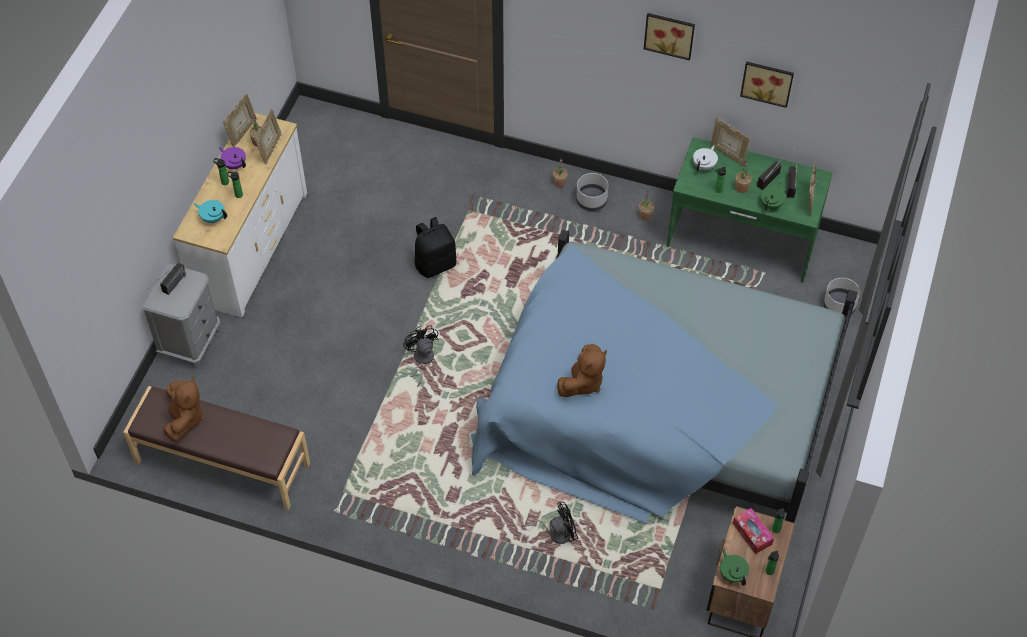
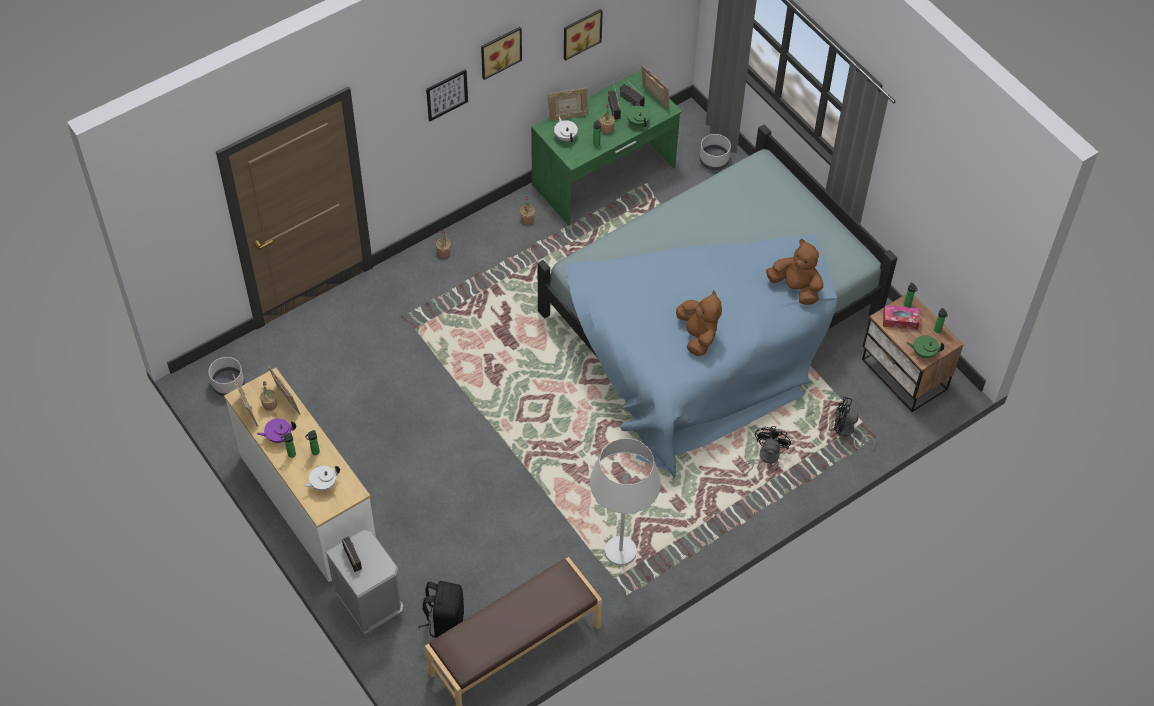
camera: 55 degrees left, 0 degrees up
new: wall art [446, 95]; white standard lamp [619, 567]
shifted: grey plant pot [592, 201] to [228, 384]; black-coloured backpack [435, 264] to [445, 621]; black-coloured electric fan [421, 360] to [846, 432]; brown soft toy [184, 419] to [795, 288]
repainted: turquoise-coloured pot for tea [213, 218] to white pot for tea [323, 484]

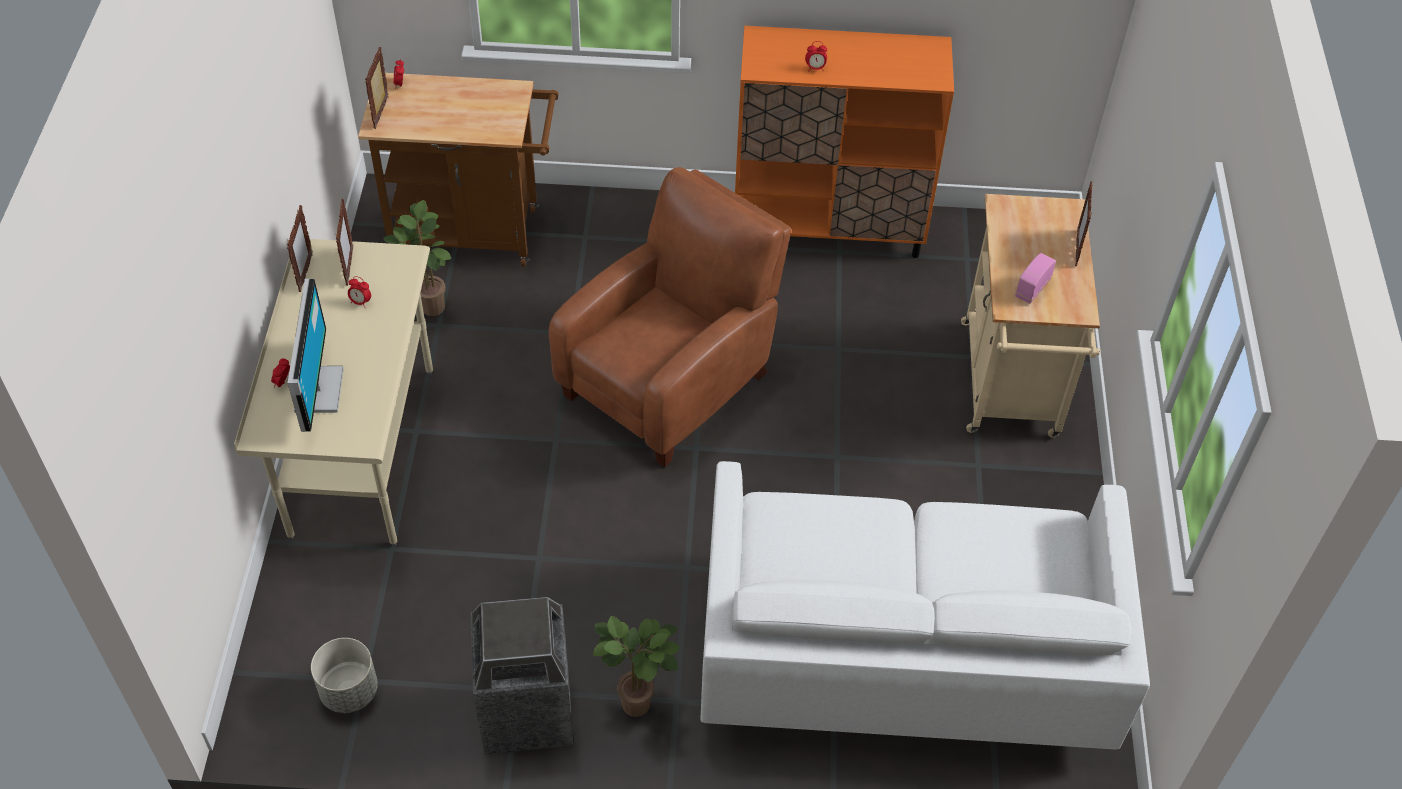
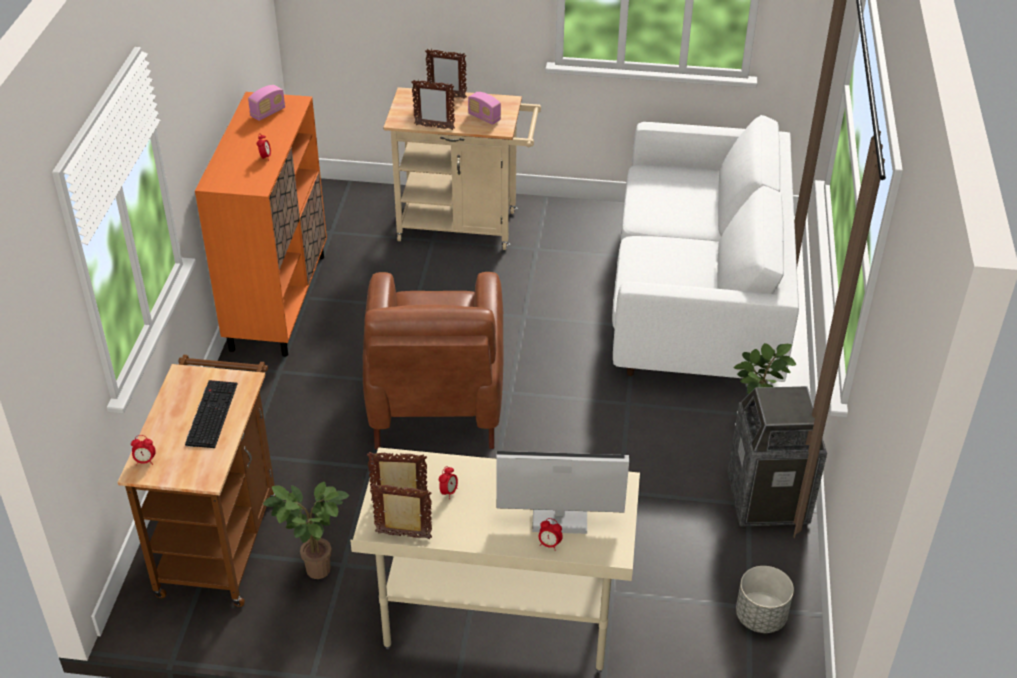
camera: 85 degrees left, 10 degrees down
new: radio [268, 113]; keyboard [210, 413]
shifted: picture frame [382, 112] to [434, 127]
rotated: brown easy chair [671, 380] = [435, 404] 135 degrees counterclockwise

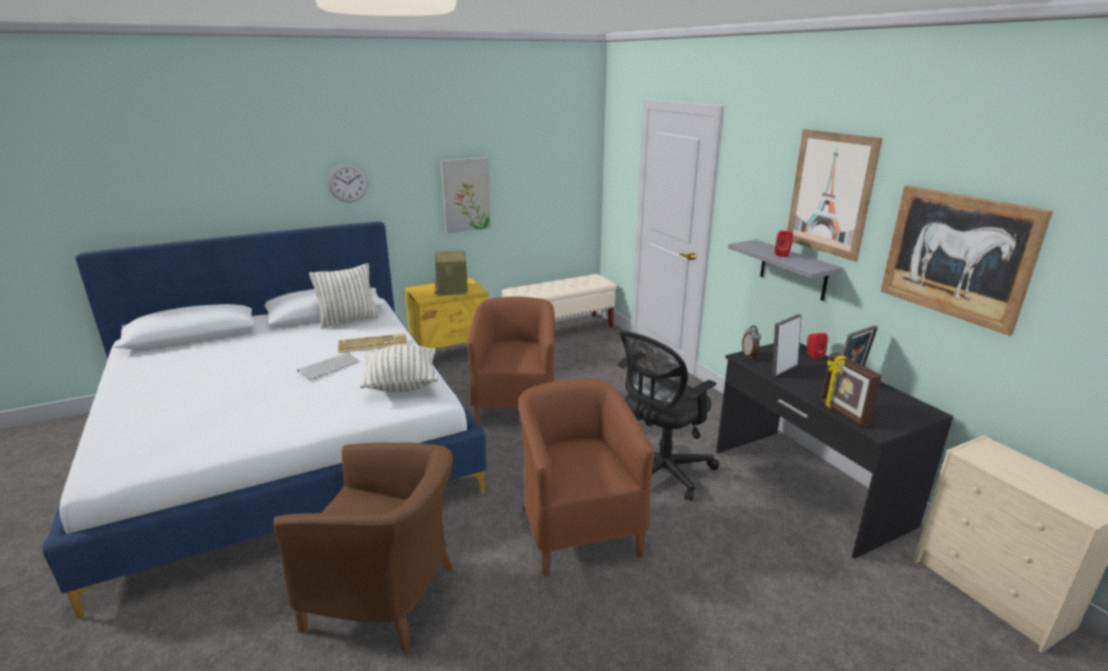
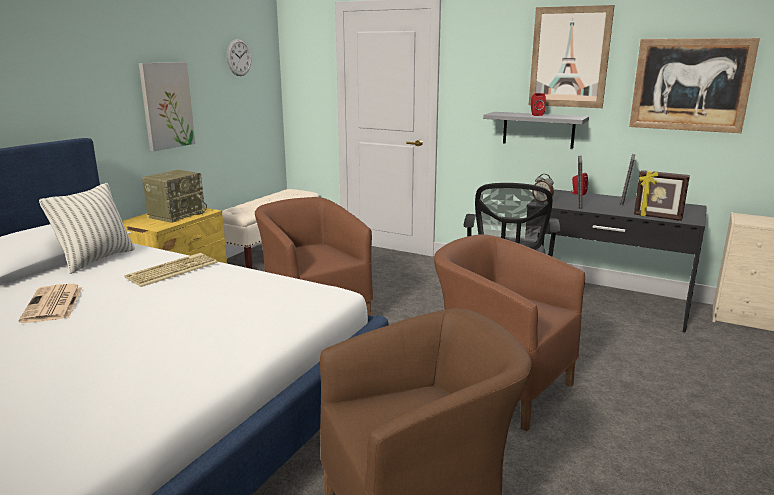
camera: 35 degrees left, 5 degrees down
gone: throw pillow [402, 385]; keyboard [329, 366]
new: printed paper [53, 304]
shifted: wall clock [348, 183] to [239, 57]
rotated: radio [452, 289] = [177, 215] 105 degrees counterclockwise

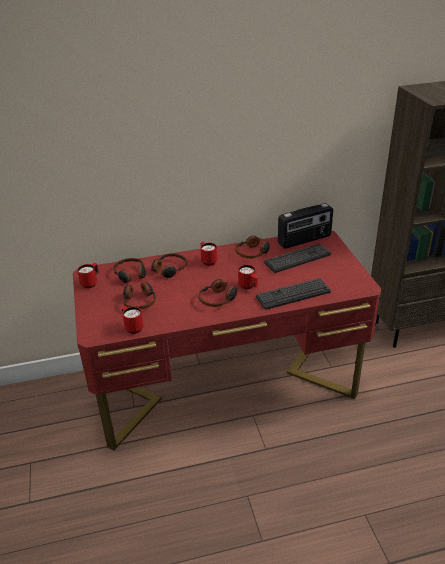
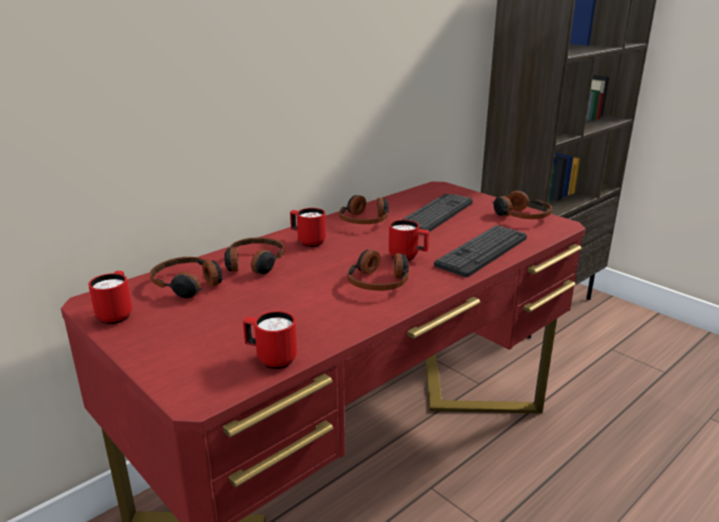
camera: 30 degrees left, 10 degrees down
gone: radio [304, 240]
shifted: headset [139, 301] to [520, 215]

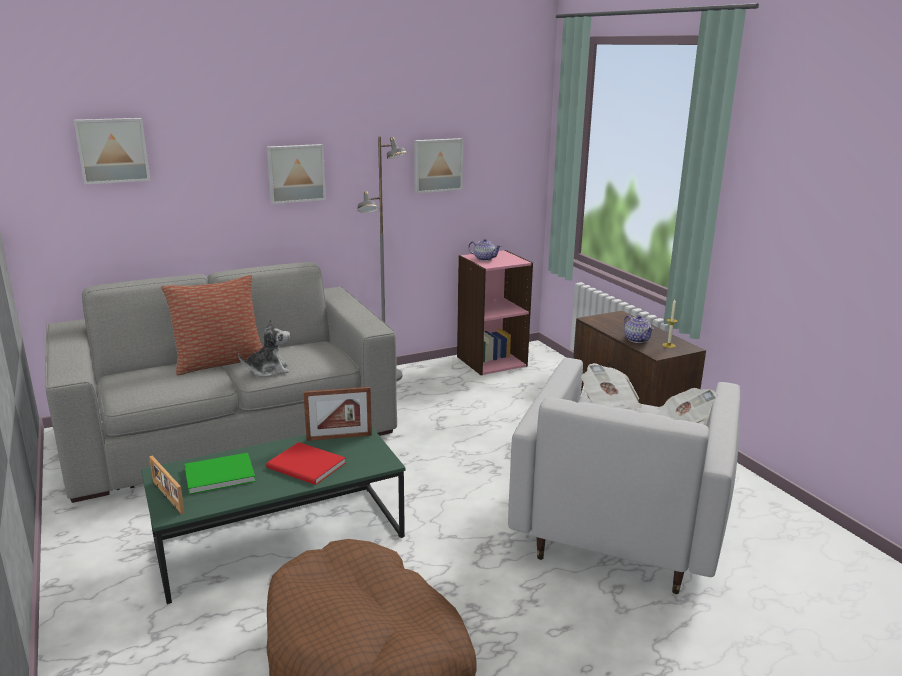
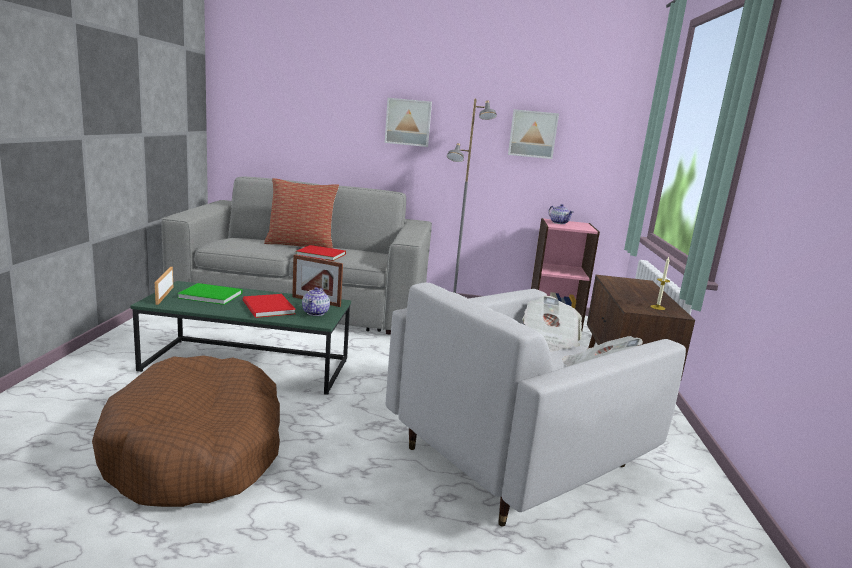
camera: 30 degrees right, 5 degrees down
gone: wall art [112, 150]
shifted: pot for tea [637, 339] to [316, 312]
swapped: soft toy [268, 370] to reddish book [320, 254]

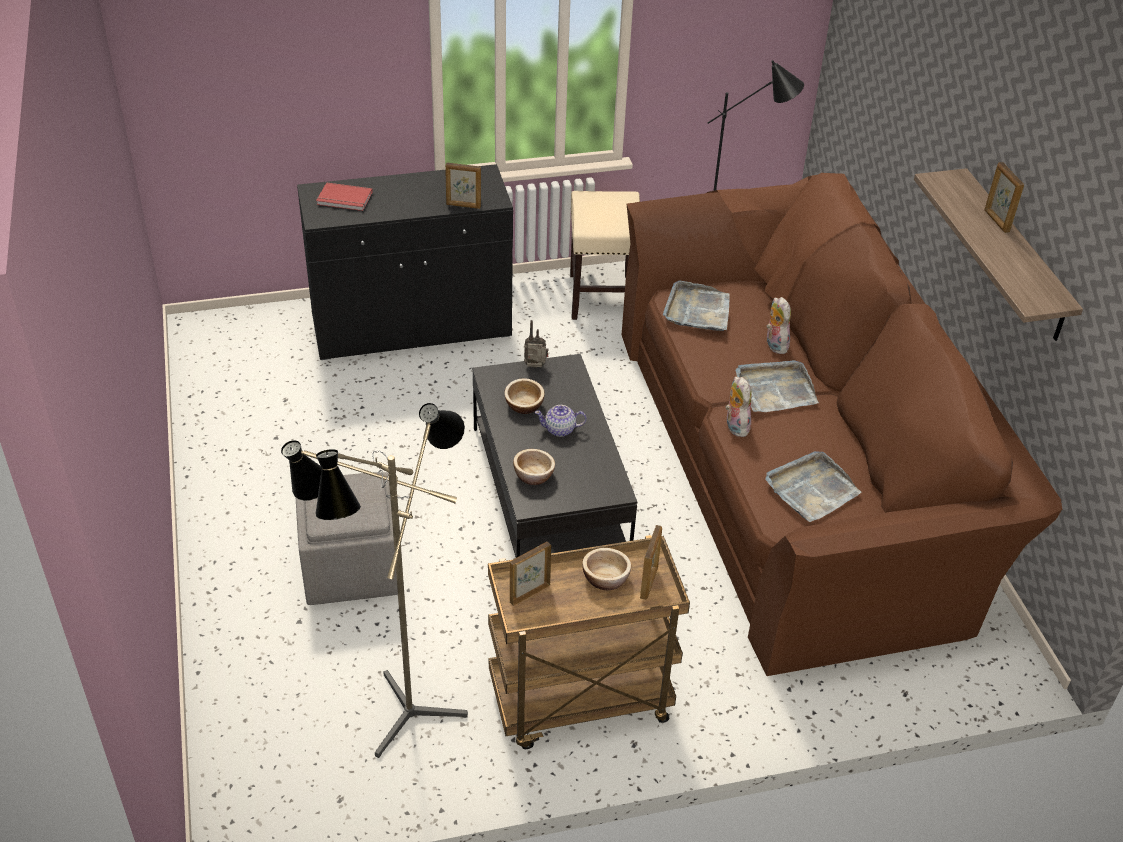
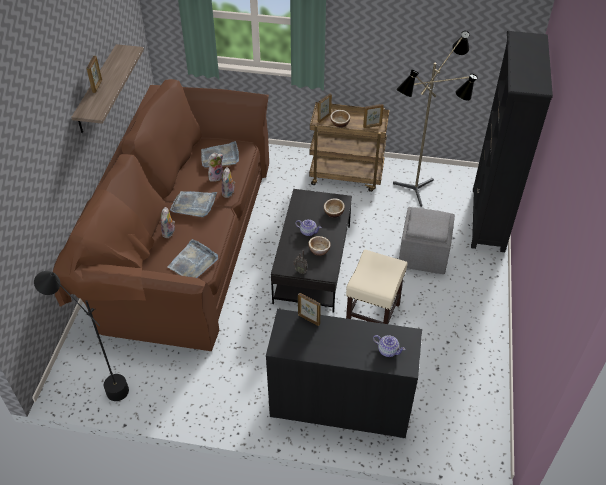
camera: 155 degrees left, 5 degrees up
new: black-coloured shelving unit [488, 220]; soft toy [216, 176]
shifted: sand-coloured sitting stool [601, 296] to [372, 317]
swapped: reddish book [344, 199] to pot for tea [387, 350]

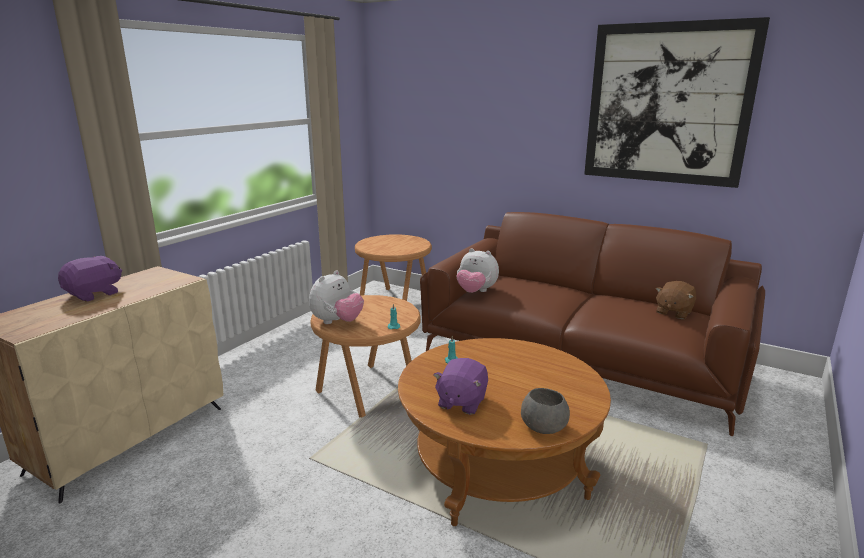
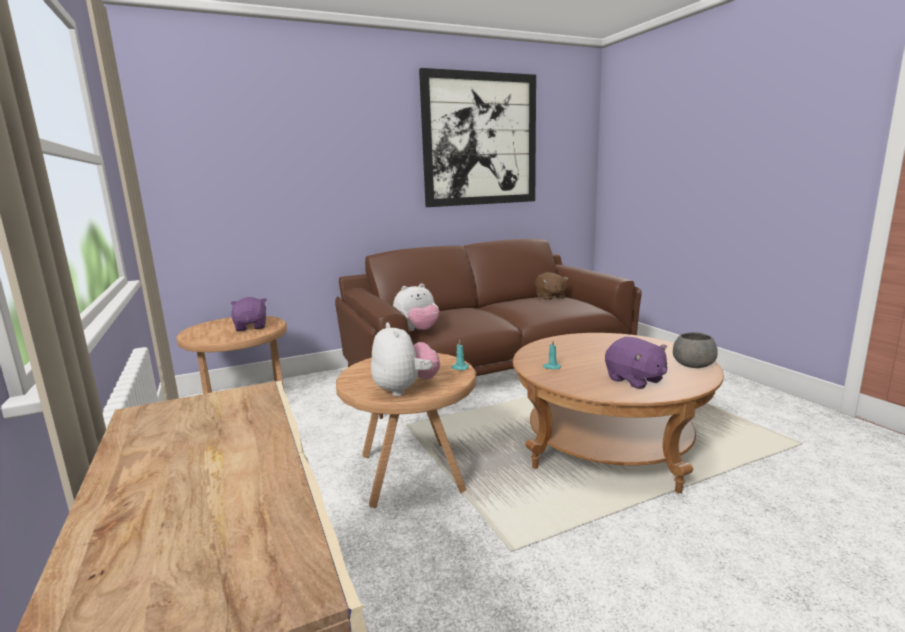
camera: 55 degrees left, 5 degrees down
shifted: purplish soft toy [94, 294] to [251, 327]

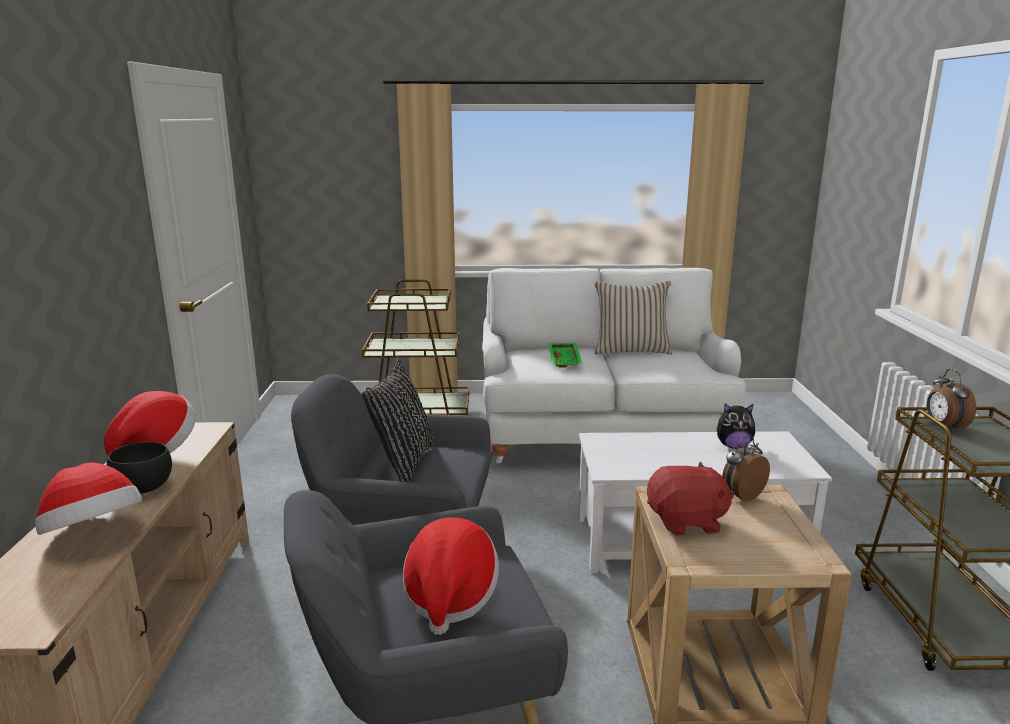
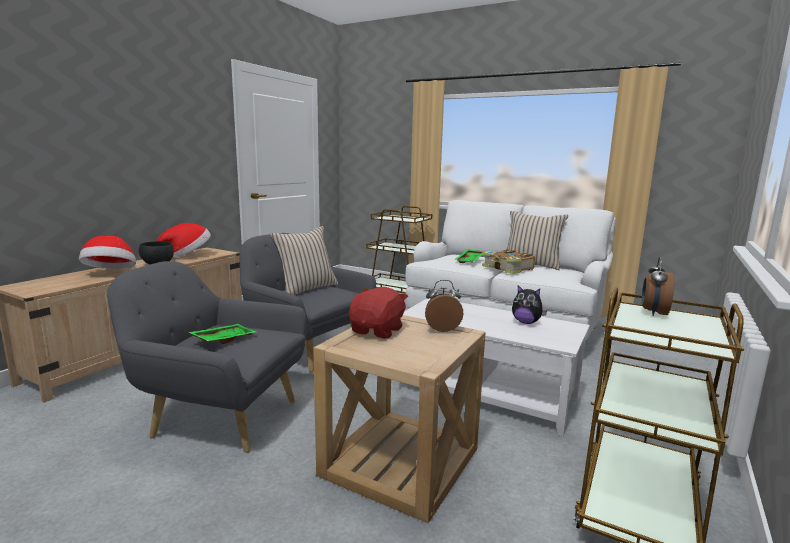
camera: 30 degrees right, 5 degrees down
new: book [507, 268]
swapped: wearable hat [450, 597] to greenish tray [223, 339]
repainted: black-coloured throw pillow [403, 463] to sand-coloured throw pillow [306, 289]
rotated: reddish soft toy [686, 522] = [378, 331] 90 degrees counterclockwise

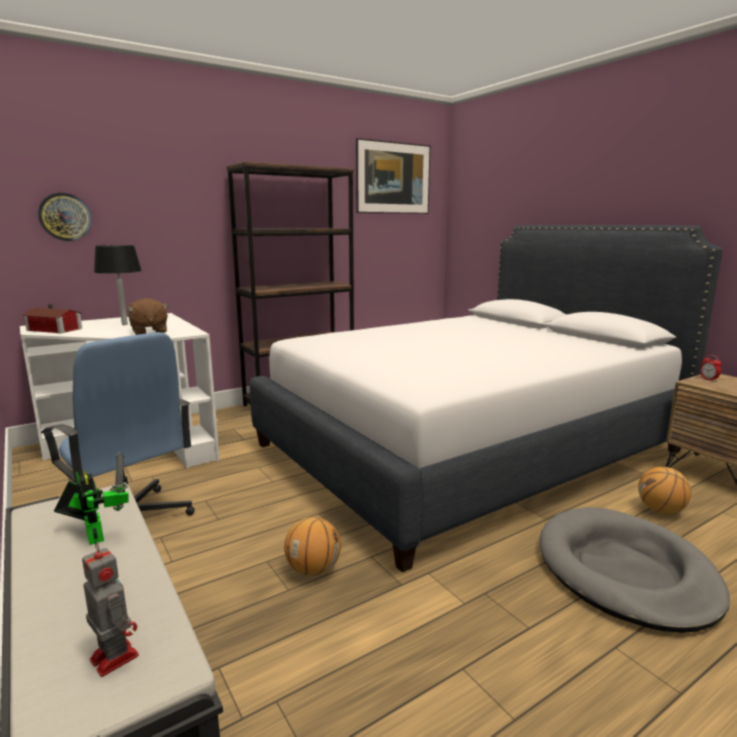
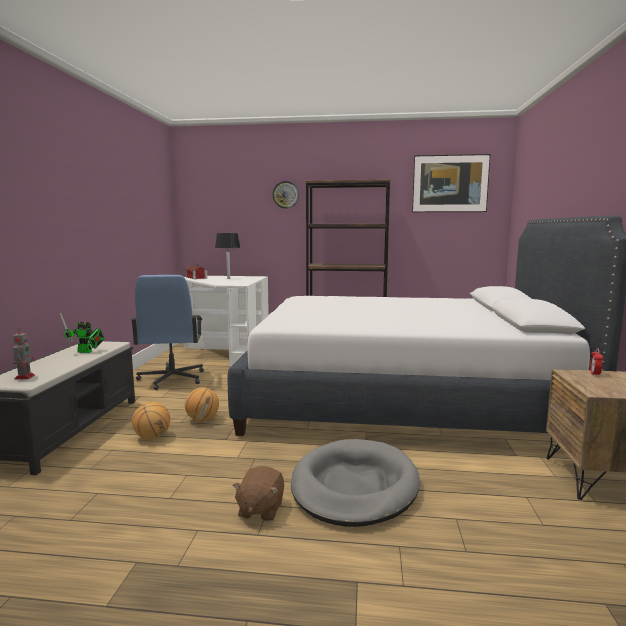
camera: 40 degrees right, 5 degrees down
shifted: wall clock [65, 217] to [285, 195]; brown soft toy [149, 332] to [260, 509]; ball for basketball [661, 510] to [152, 437]
rotated: model robot [94, 534] = [86, 352] 90 degrees clockwise

